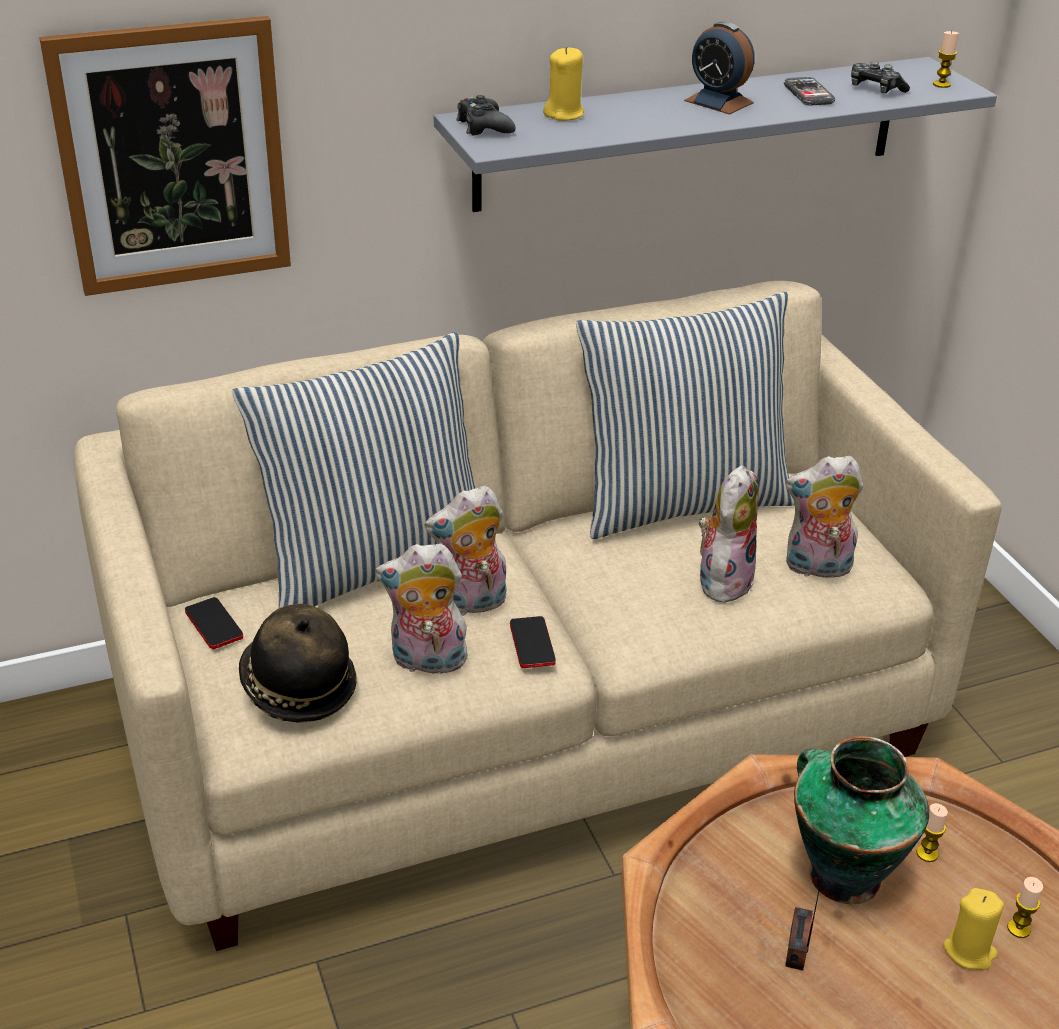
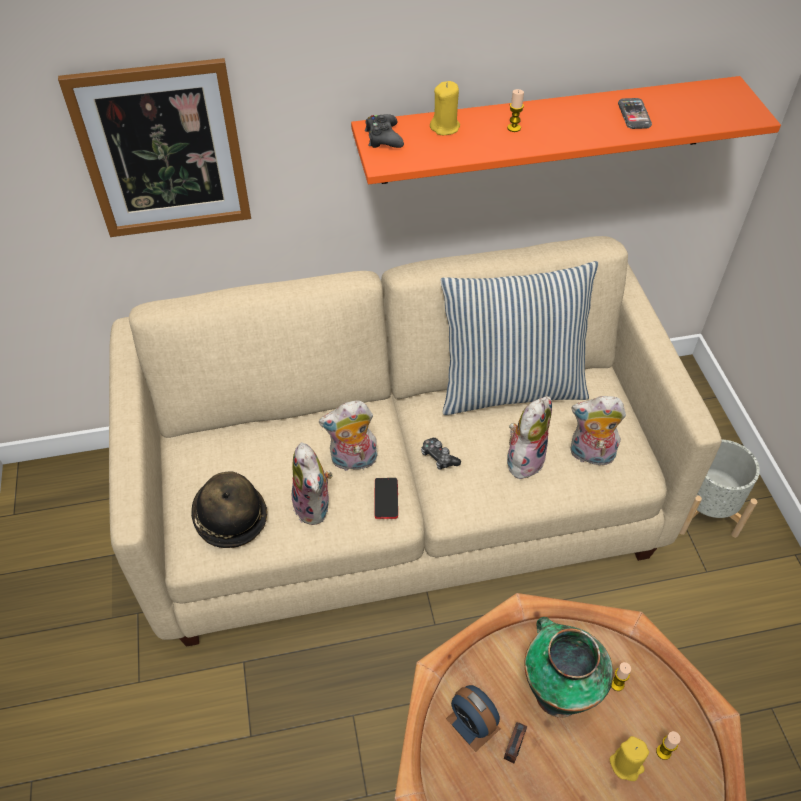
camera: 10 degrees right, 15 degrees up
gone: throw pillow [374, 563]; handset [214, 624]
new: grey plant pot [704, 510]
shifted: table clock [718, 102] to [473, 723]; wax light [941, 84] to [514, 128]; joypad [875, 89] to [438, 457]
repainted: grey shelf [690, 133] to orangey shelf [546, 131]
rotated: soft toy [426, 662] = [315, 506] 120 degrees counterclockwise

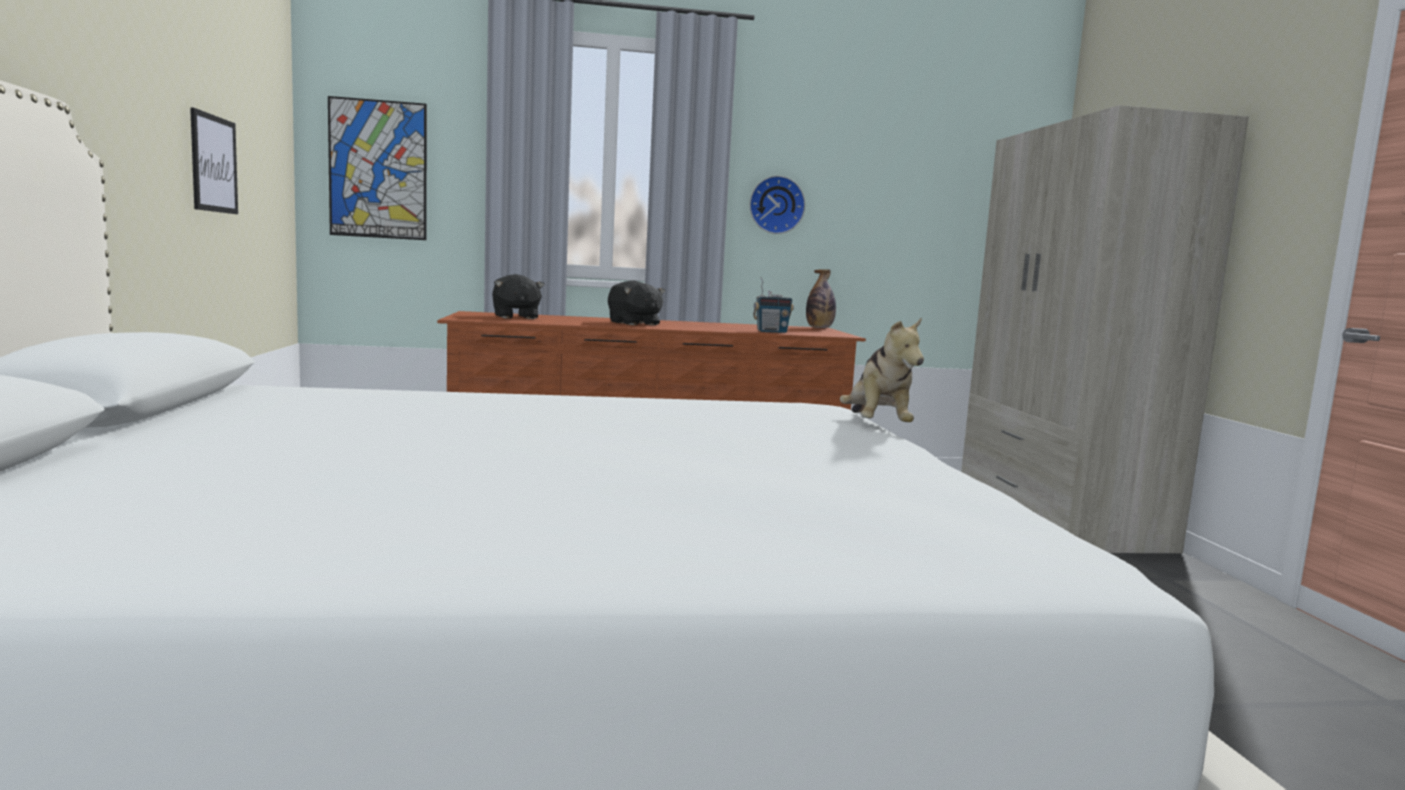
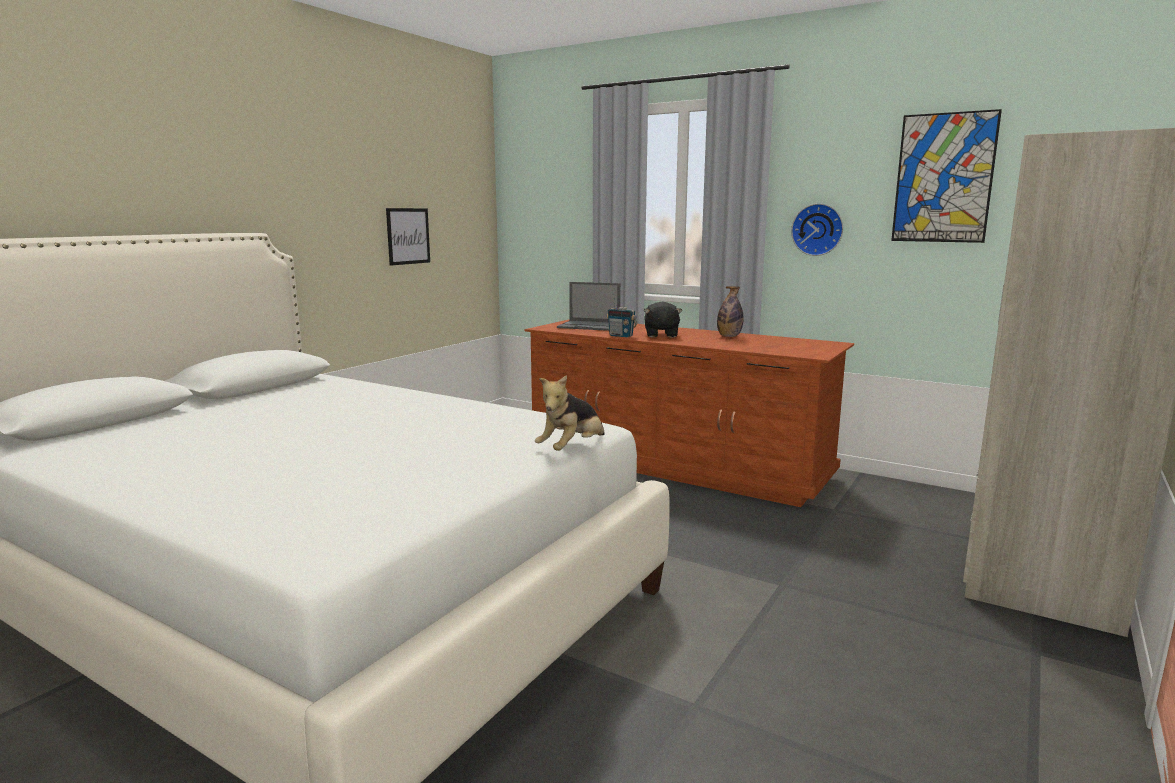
camera: 40 degrees right, 5 degrees up
shifted: wall art [378, 169] to [943, 178]; drink bottle [819, 328] to [729, 336]; radio [771, 332] to [621, 336]
swapped: black-coloured soft toy [515, 317] to laptop [589, 326]

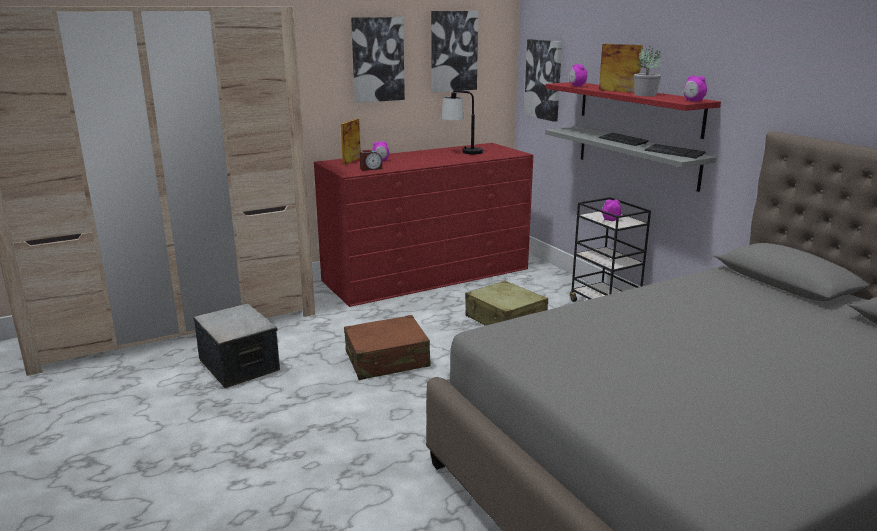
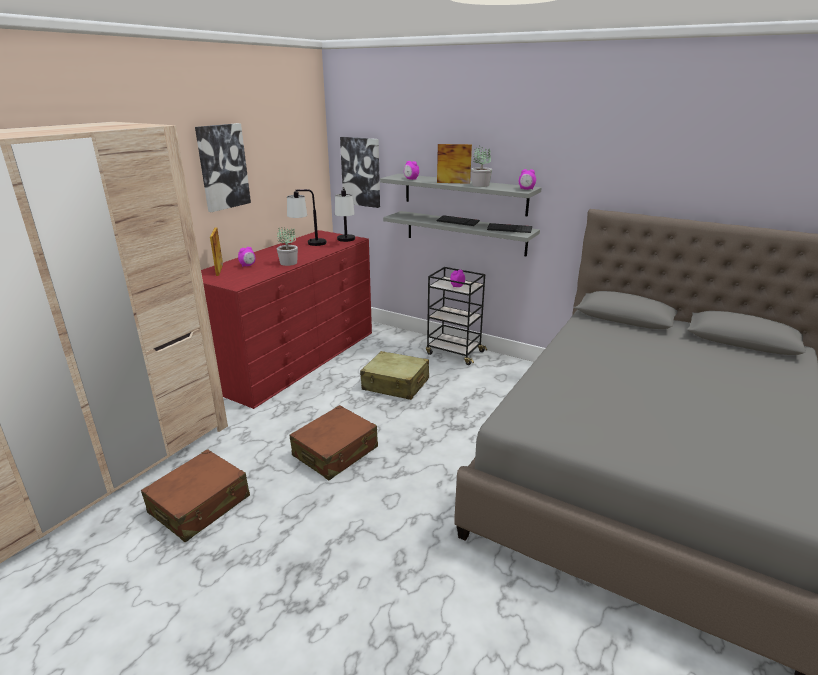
camera: 30 degrees left, 5 degrees up
gone: wall art [453, 51]; table clock [371, 168]
new: table lamp [346, 241]; potted plant [288, 263]
swapped: storage box [239, 365] to brown suitcase [200, 505]
repainted: reddish shelf [639, 108] to grey shelf [464, 194]

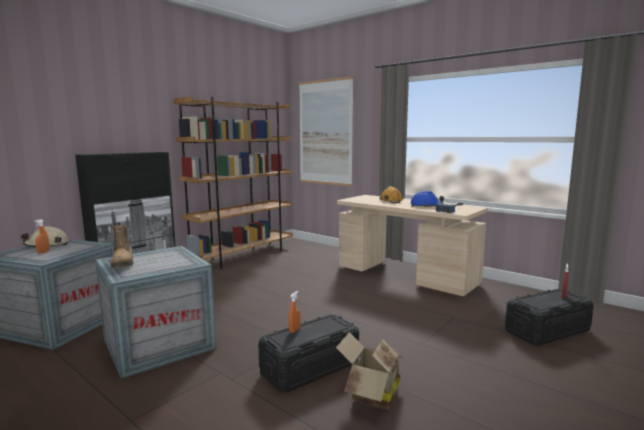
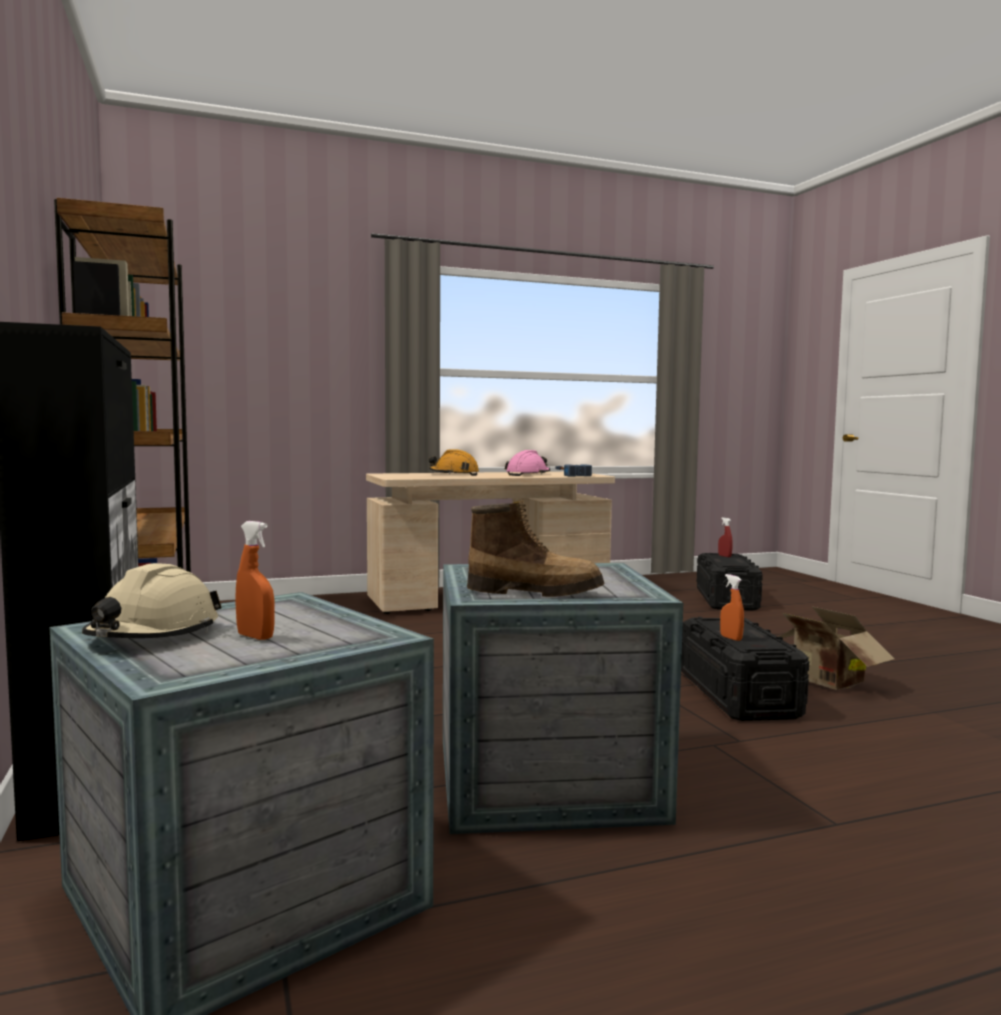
camera: 60 degrees left, 5 degrees down
gone: wall art [325, 133]
repainted: bluish work helmet [426, 206] to pink work helmet [528, 474]

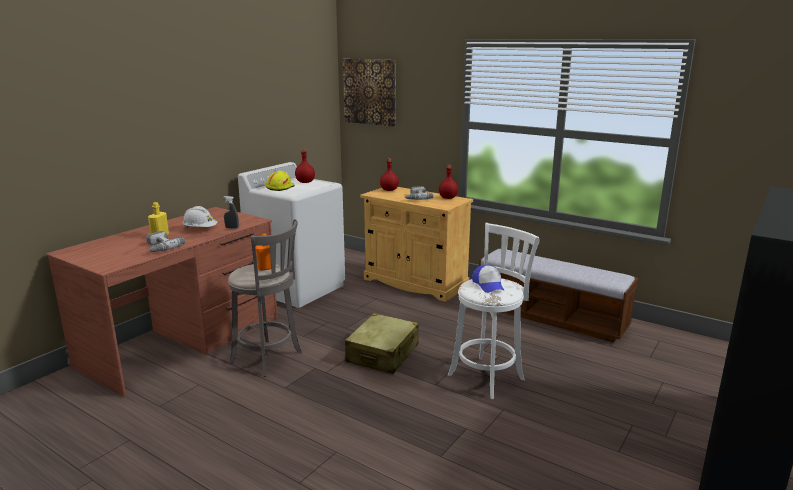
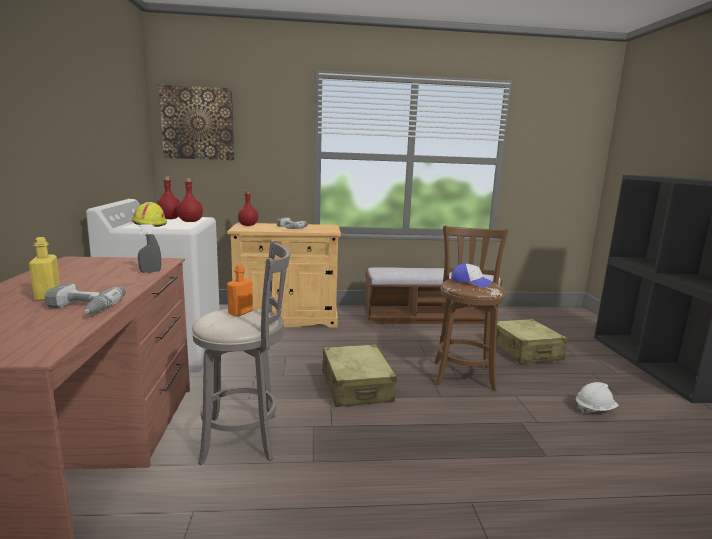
camera: 40 degrees left, 5 degrees down
new: sand-coloured suitcase [525, 351]
shifted: reddish drink bottle [448, 198] to [191, 221]; white work helmet [200, 229] to [594, 409]
repainted: white sitting stool [488, 376] to brown sitting stool [463, 374]

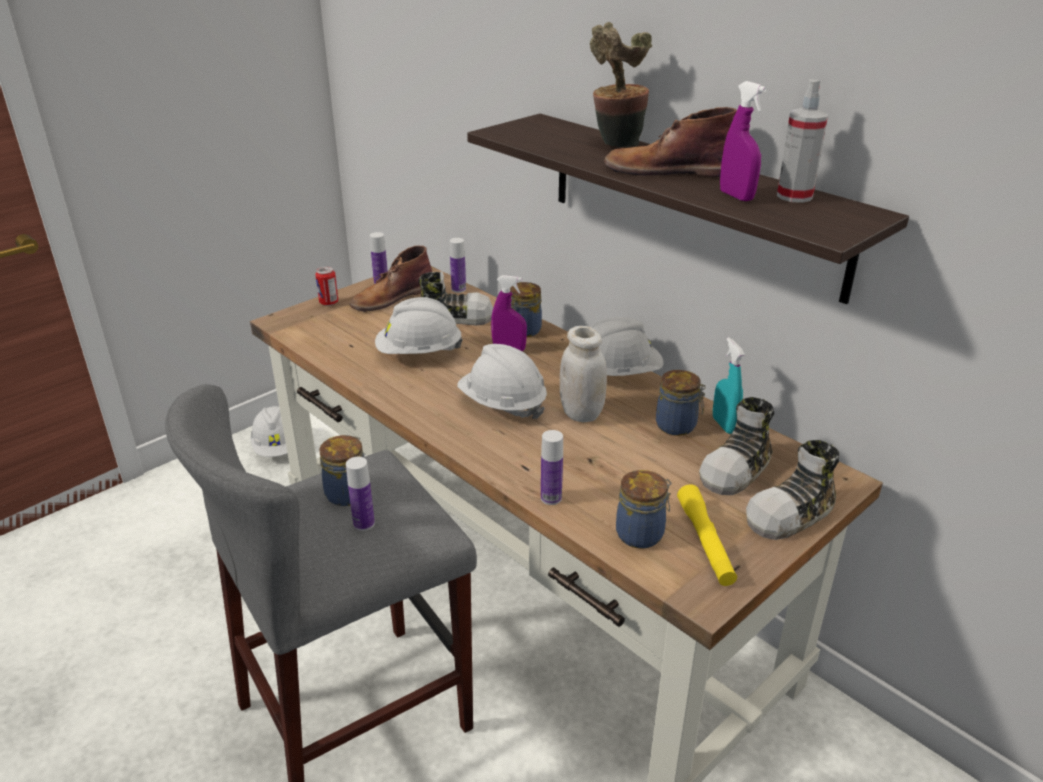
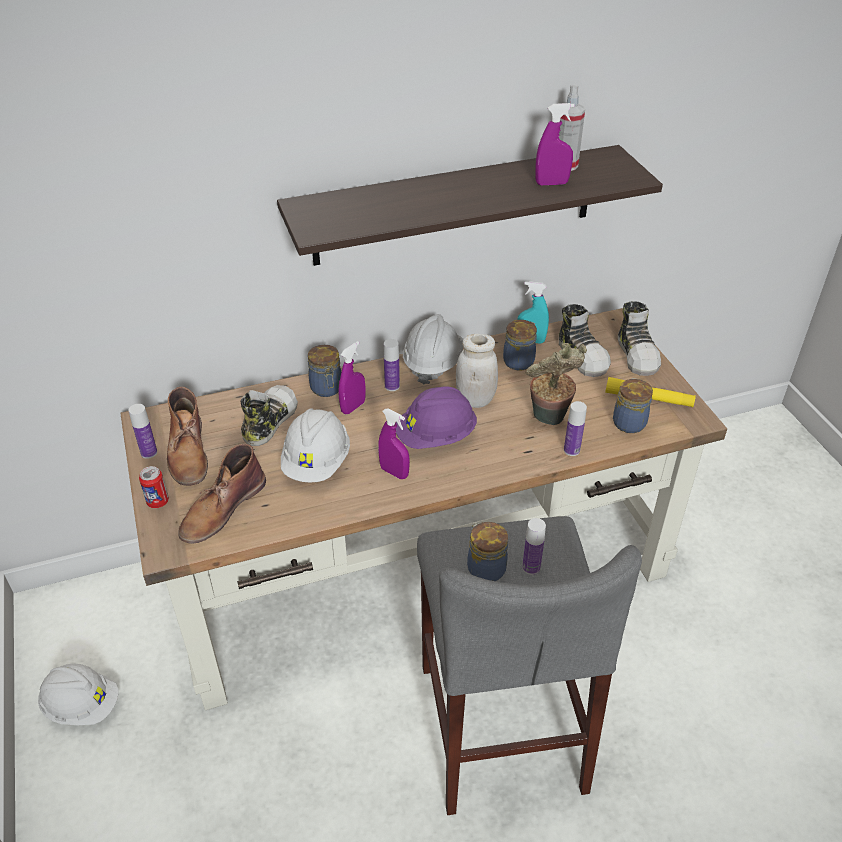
camera: 65 degrees left, 10 degrees up
new: purplish spray bottle [394, 472]
shifted: potted plant [615, 145] to [549, 419]; brown high-top boot [669, 170] to [222, 508]; drink bottle [458, 289] to [392, 386]
repainted: white work helmet [502, 404] to purplish work helmet [436, 437]

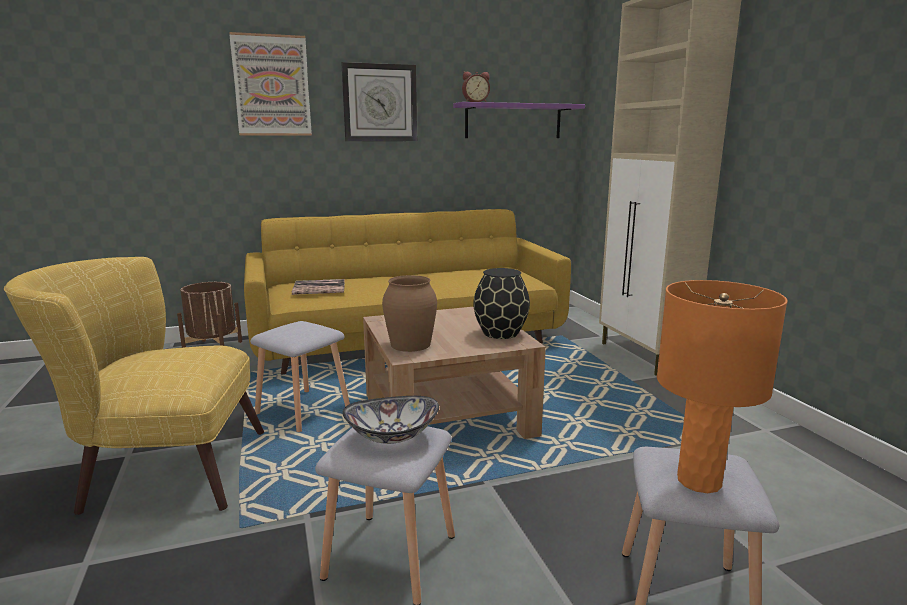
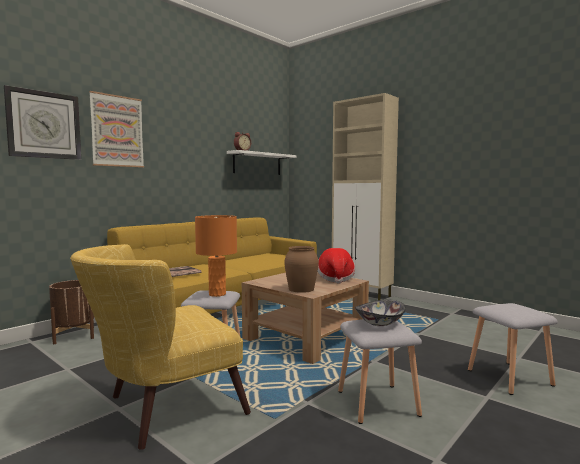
camera: 30 degrees left, 10 degrees down
shifted: wall clock [380, 103] to [44, 125]; orangey table lamp [699, 481] to [217, 294]
swapped: black-coloured vase [499, 333] to wearable hat [335, 278]
repainted: purplish shelf [513, 121] to white shelf [257, 163]

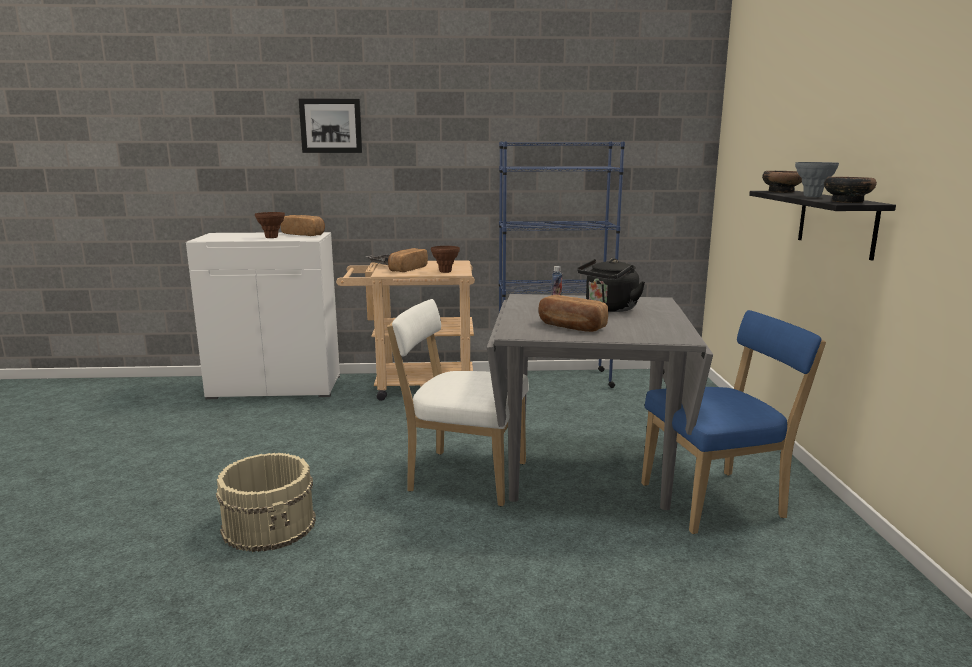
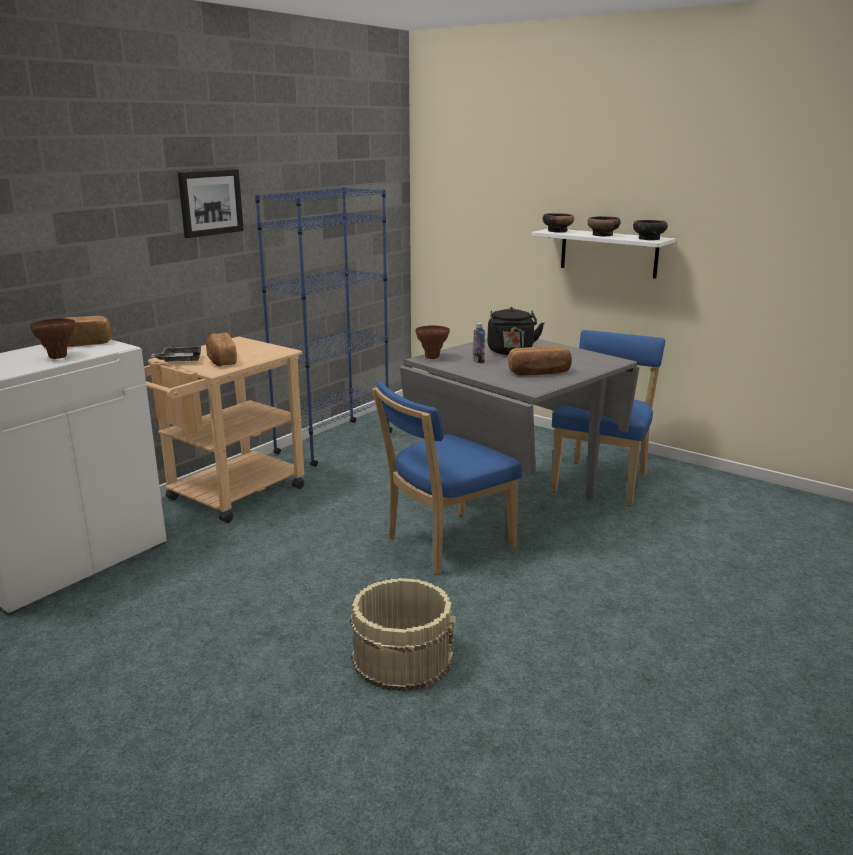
camera: 50 degrees left, 5 degrees up
shifted: wall art [331, 126] to [210, 202]; brown vase [445, 272] to [432, 357]
swapped: grey vase [812, 196] to deep dish [603, 235]
repainted: black-coloured shelf [836, 223] to white shelf [608, 253]; white chair [462, 476] to bluish chair [445, 544]

